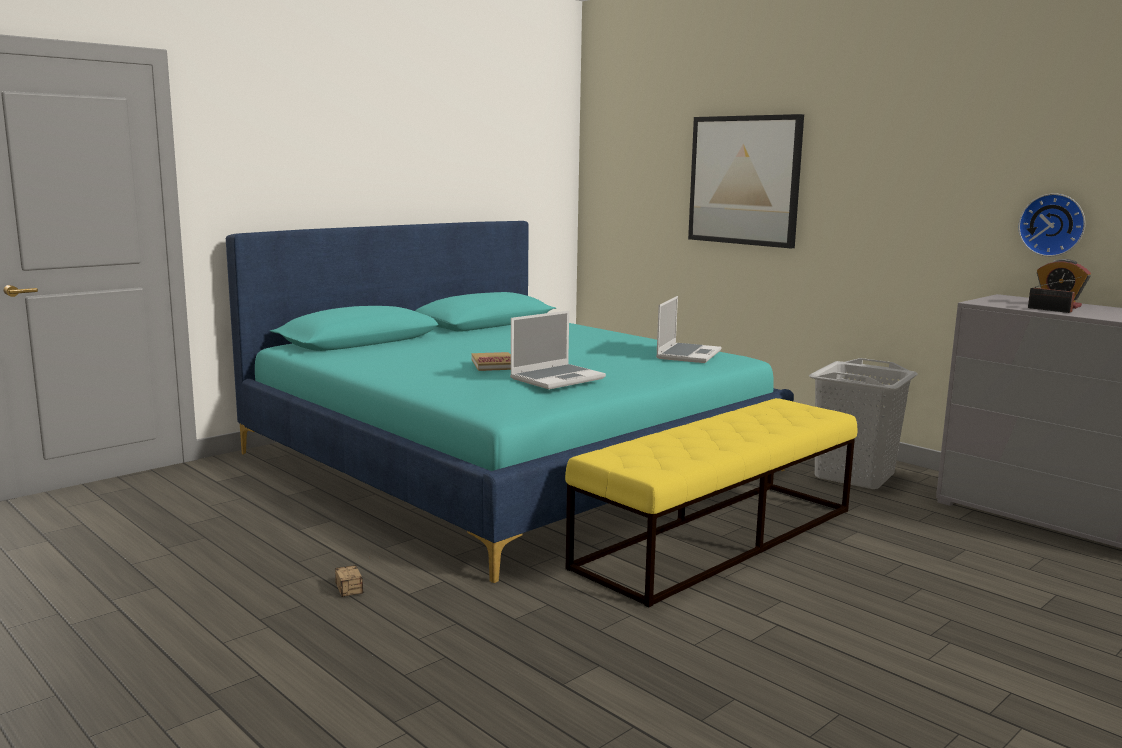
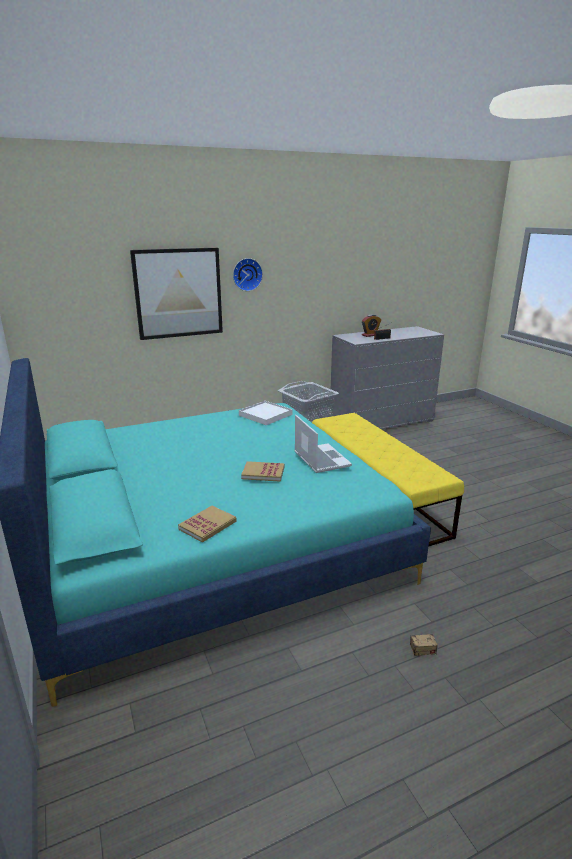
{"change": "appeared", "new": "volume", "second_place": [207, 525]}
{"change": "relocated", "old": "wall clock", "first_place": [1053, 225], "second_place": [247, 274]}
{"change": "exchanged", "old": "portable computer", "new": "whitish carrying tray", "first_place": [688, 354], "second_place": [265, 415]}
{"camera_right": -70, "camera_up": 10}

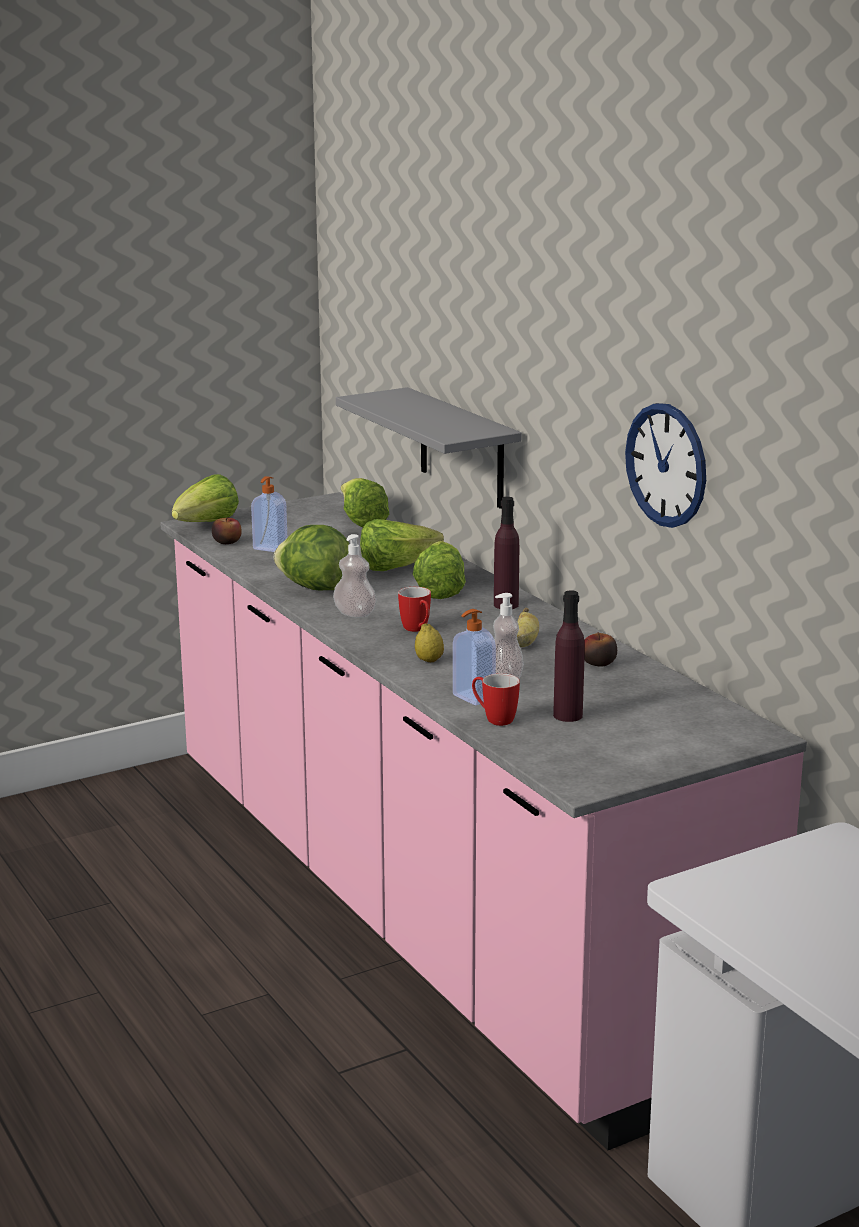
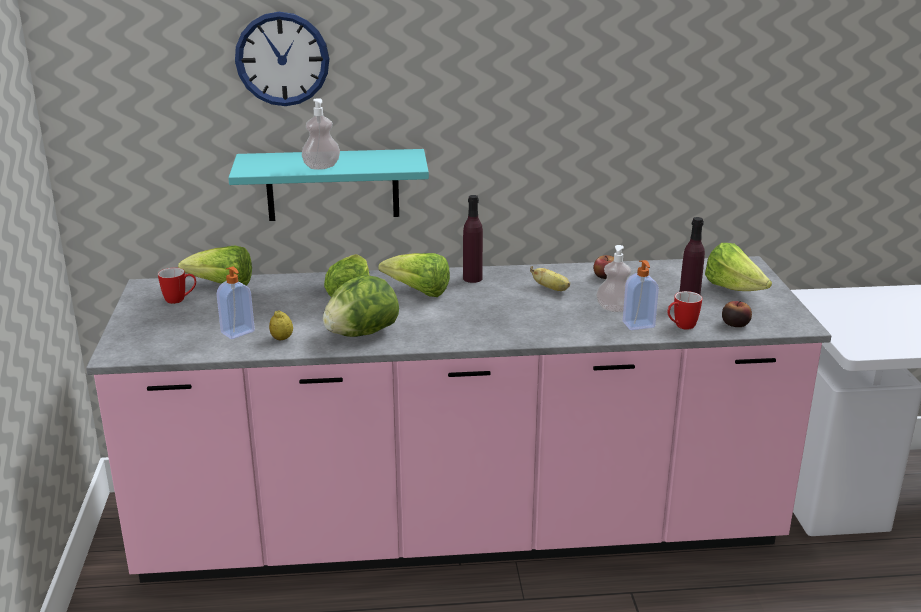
{"change": "relocated", "old": "lettuce", "first_place": [206, 525], "second_place": [734, 289]}
{"change": "relocated", "old": "apple fruit", "first_place": [227, 542], "second_place": [735, 324]}
{"change": "relocated", "old": "soap bottle", "first_place": [355, 614], "second_place": [321, 167]}
{"change": "relocated", "old": "coffee mug", "first_place": [417, 630], "second_place": [180, 300]}
{"change": "relocated", "old": "citrus fruit", "first_place": [429, 660], "second_place": [282, 339]}
{"change": "relocated", "old": "wall clock", "first_place": [666, 465], "second_place": [282, 59]}
{"change": "colour", "old": "grey shelf", "new": "blue-green shelf", "first_place": [462, 449], "second_place": [332, 185]}
{"camera_right": -65, "camera_up": 5}

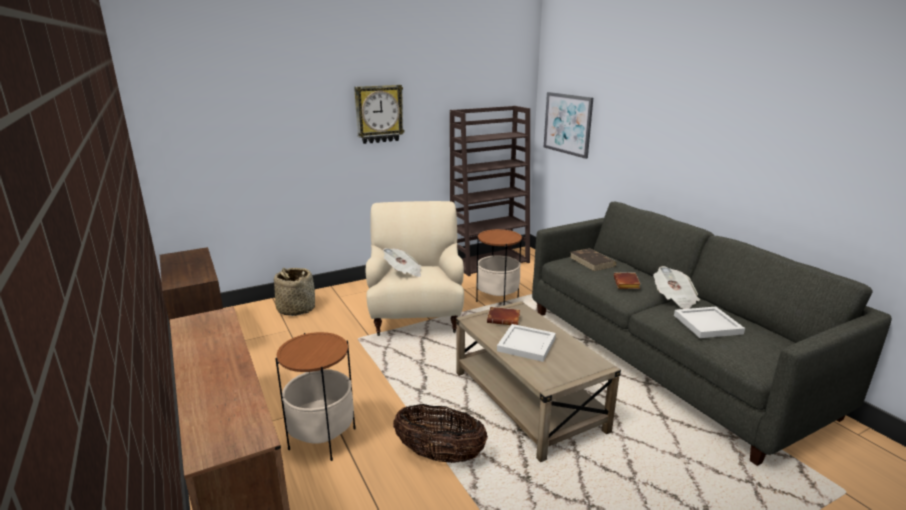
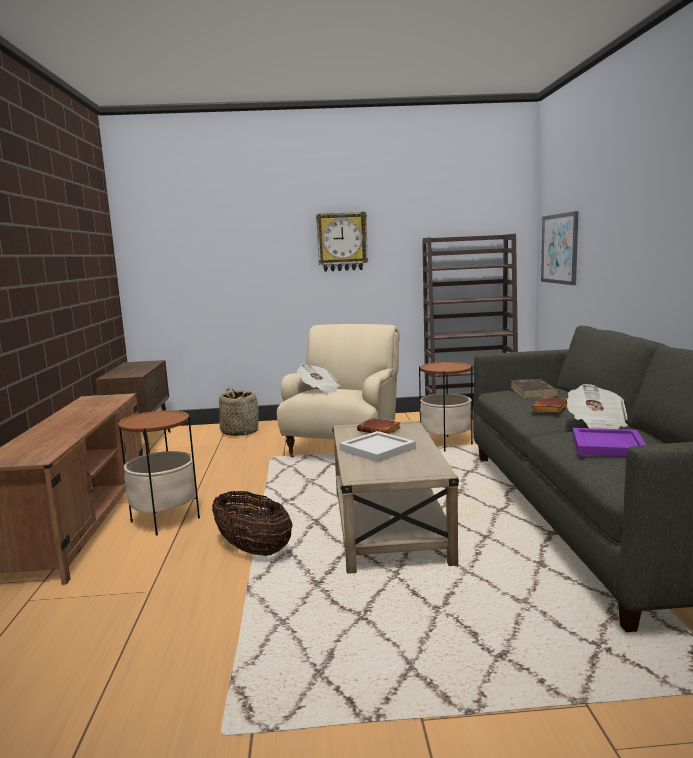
{"change": "colour", "old": "whitish carrying tray", "new": "purple carrying tray", "first_place": [707, 324], "second_place": [609, 445]}
{"camera_right": 25, "camera_up": -10}

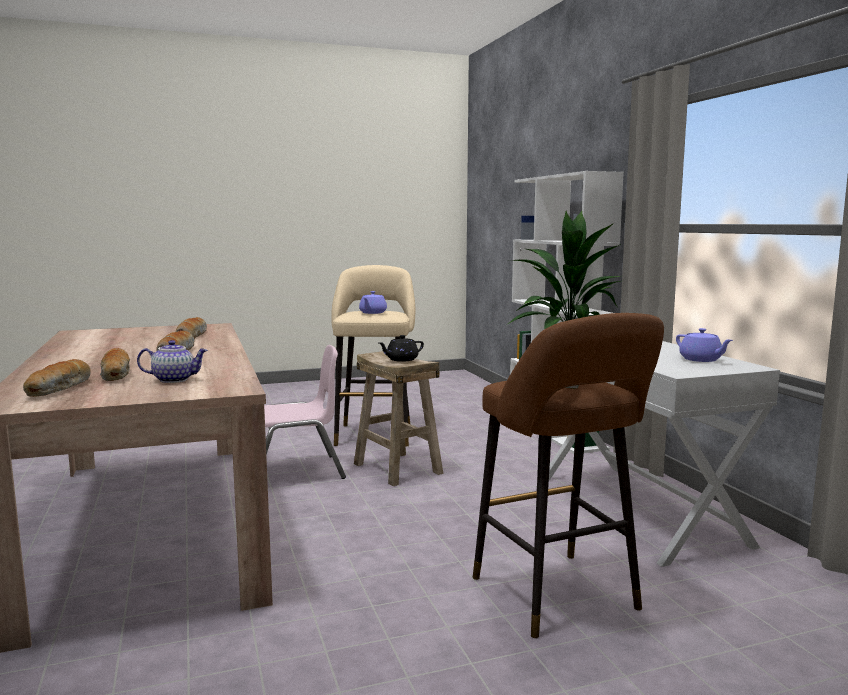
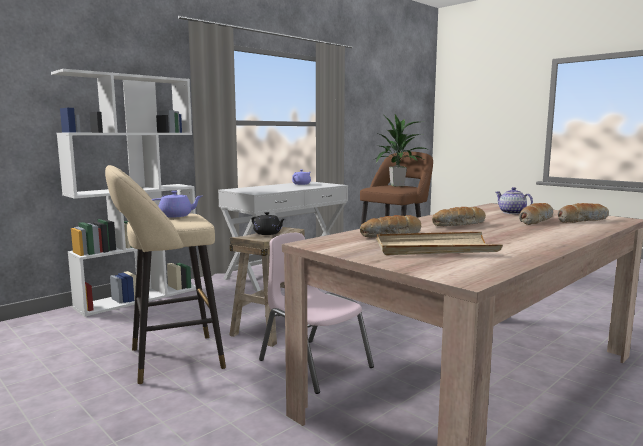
{"change": "appeared", "new": "beige carrying tray", "second_place": [434, 248]}
{"camera_right": -115, "camera_up": 0}

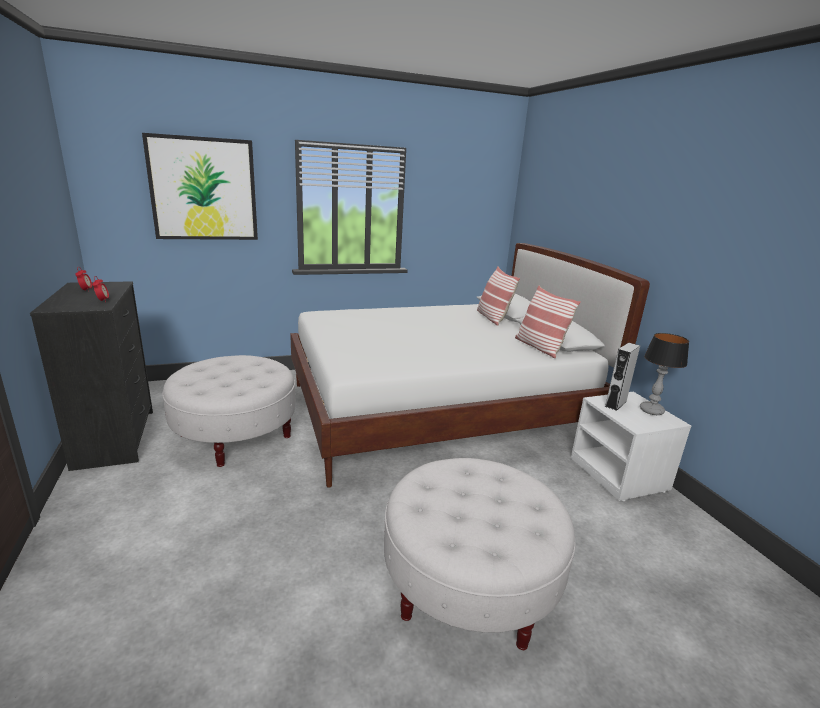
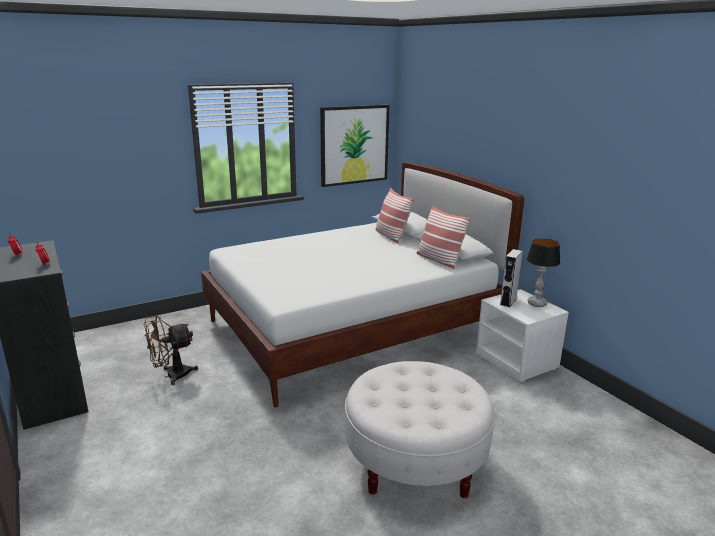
{"change": "relocated", "old": "wall picture", "first_place": [204, 189], "second_place": [354, 145]}
{"change": "exchanged", "old": "whitish ottoman", "new": "brown cooling fan", "first_place": [235, 436], "second_place": [171, 375]}
{"camera_right": -10, "camera_up": 0}

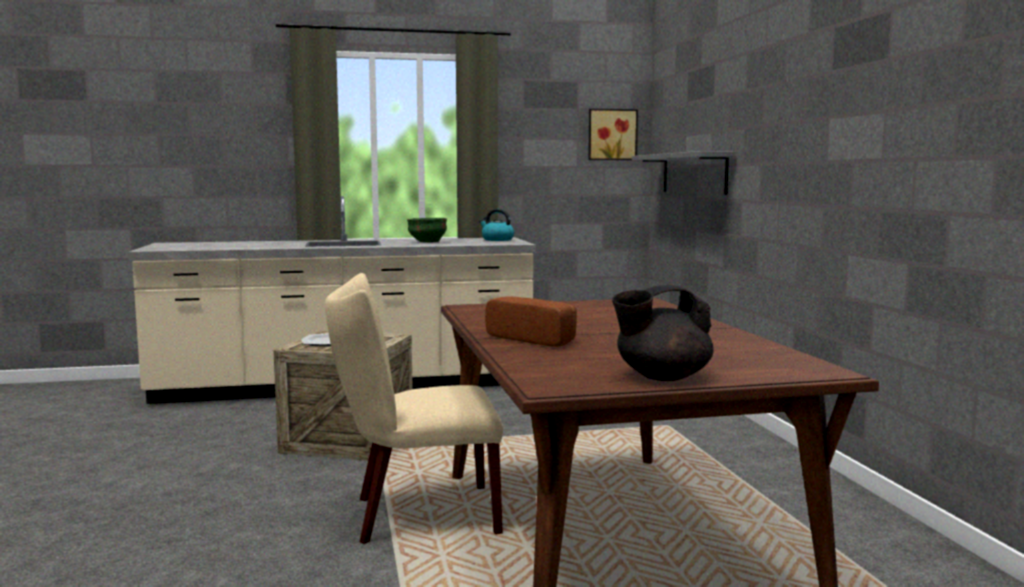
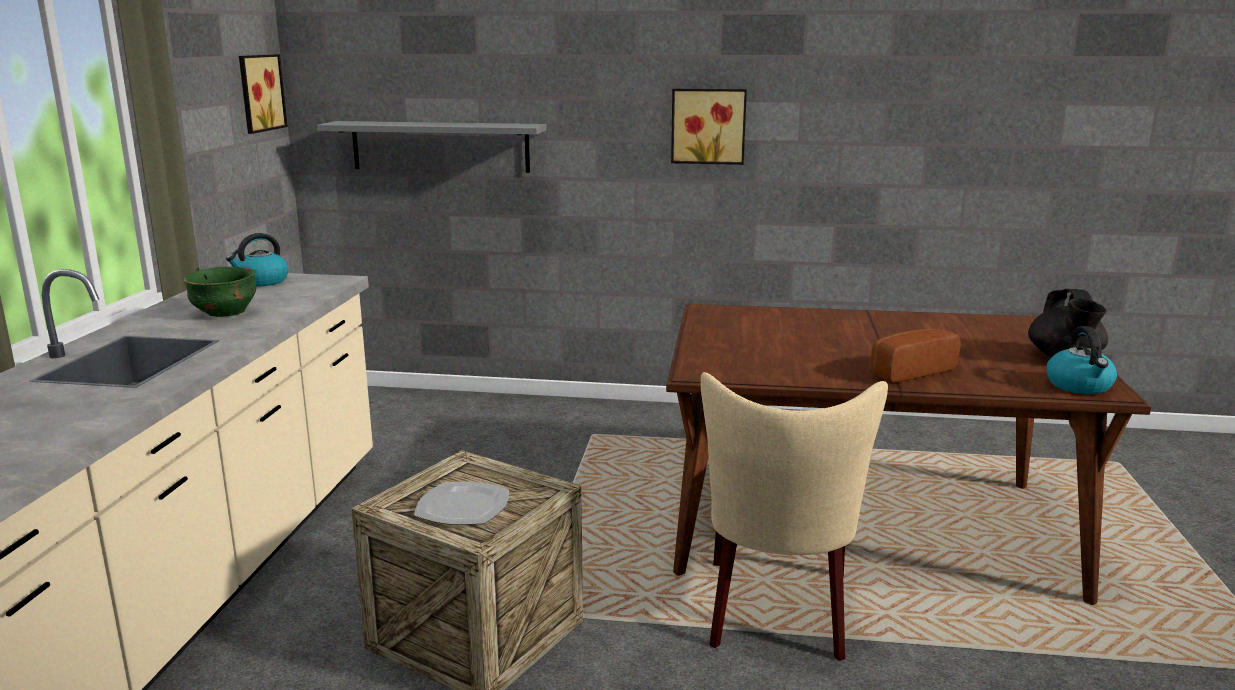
{"change": "appeared", "new": "wall picture", "second_place": [708, 126]}
{"change": "appeared", "new": "water kettle", "second_place": [1079, 386]}
{"camera_right": -70, "camera_up": 10}

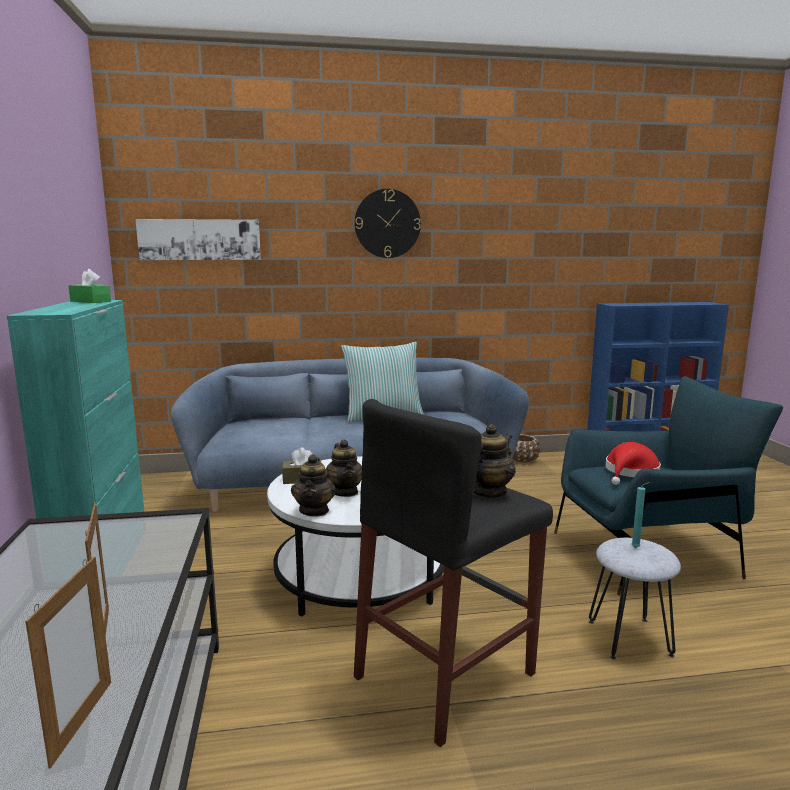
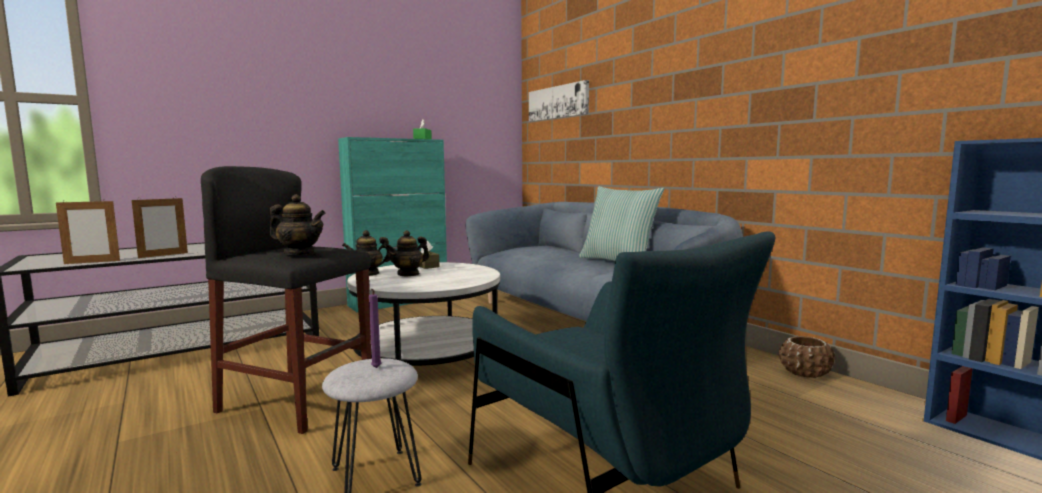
{"change": "missing", "old": "wall clock", "first_place": [387, 223]}
{"change": "missing", "old": "red wearable hat", "first_place": [630, 472]}
{"change": "colour", "old": "blue-green wax light", "new": "purple wax light", "first_place": [637, 548], "second_place": [376, 368]}
{"camera_right": 65, "camera_up": -5}

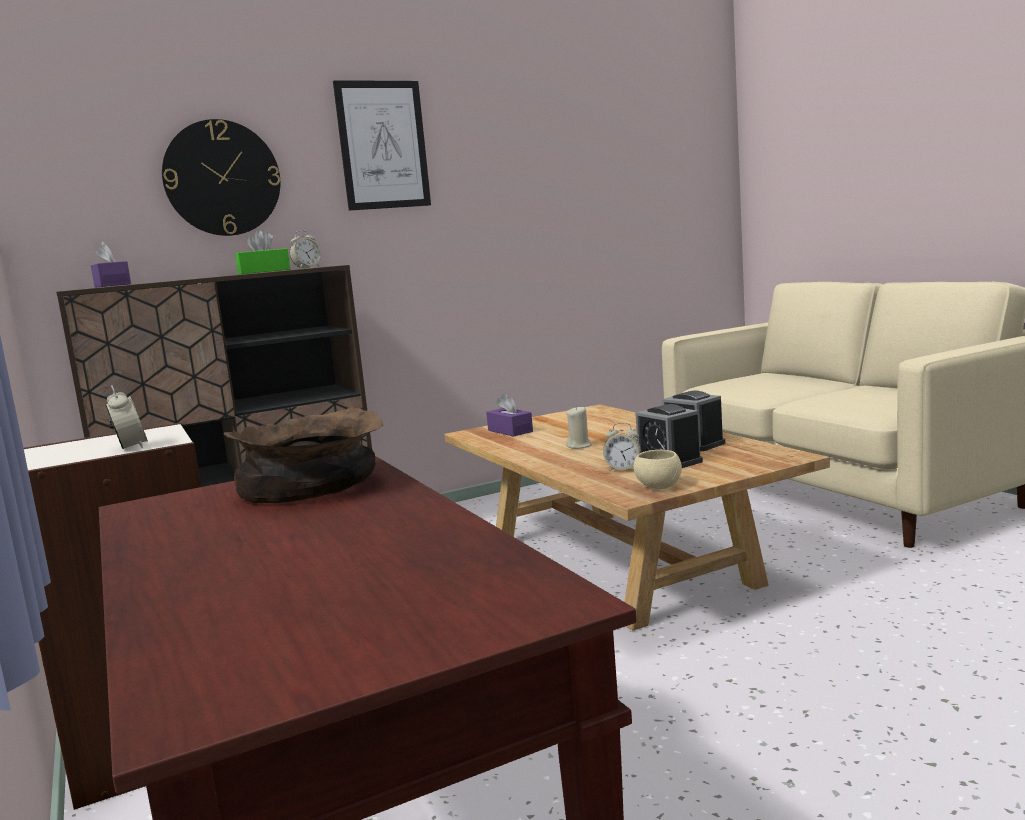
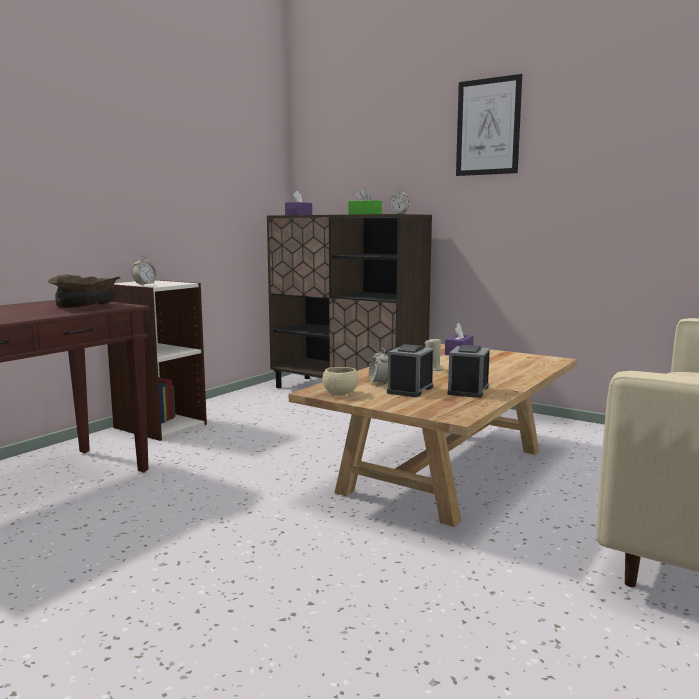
{"change": "missing", "old": "wall clock", "first_place": [222, 178]}
{"camera_right": 60, "camera_up": 0}

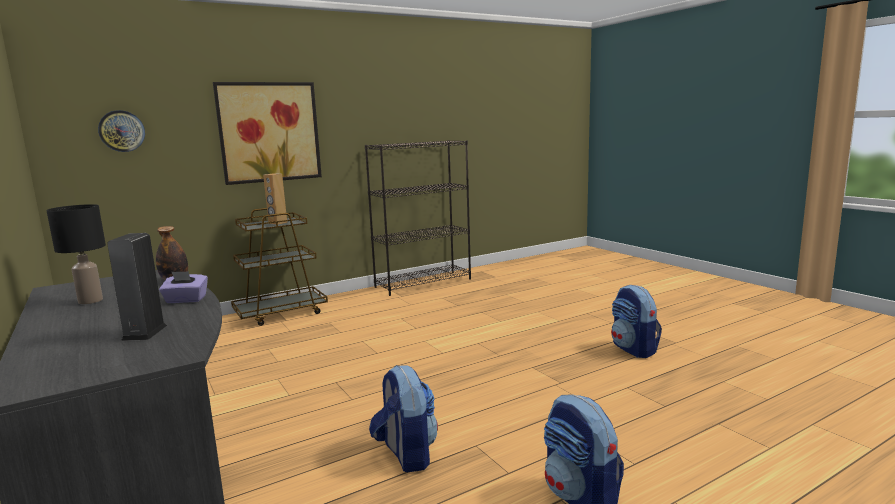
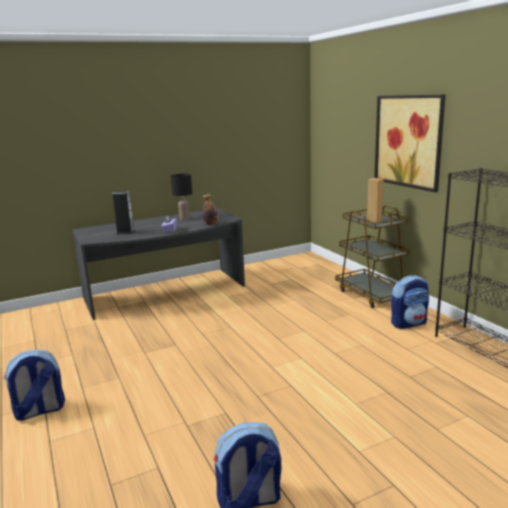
{"change": "missing", "old": "wall clock", "first_place": [122, 131]}
{"change": "relocated", "old": "rucksack", "first_place": [406, 454], "second_place": [409, 323]}
{"camera_right": 95, "camera_up": 5}

